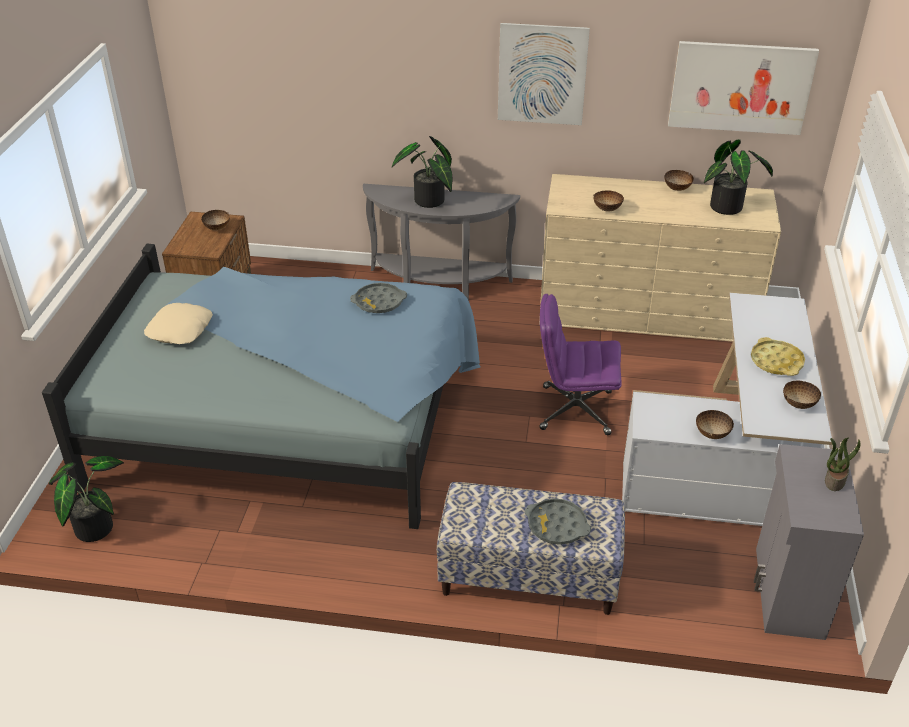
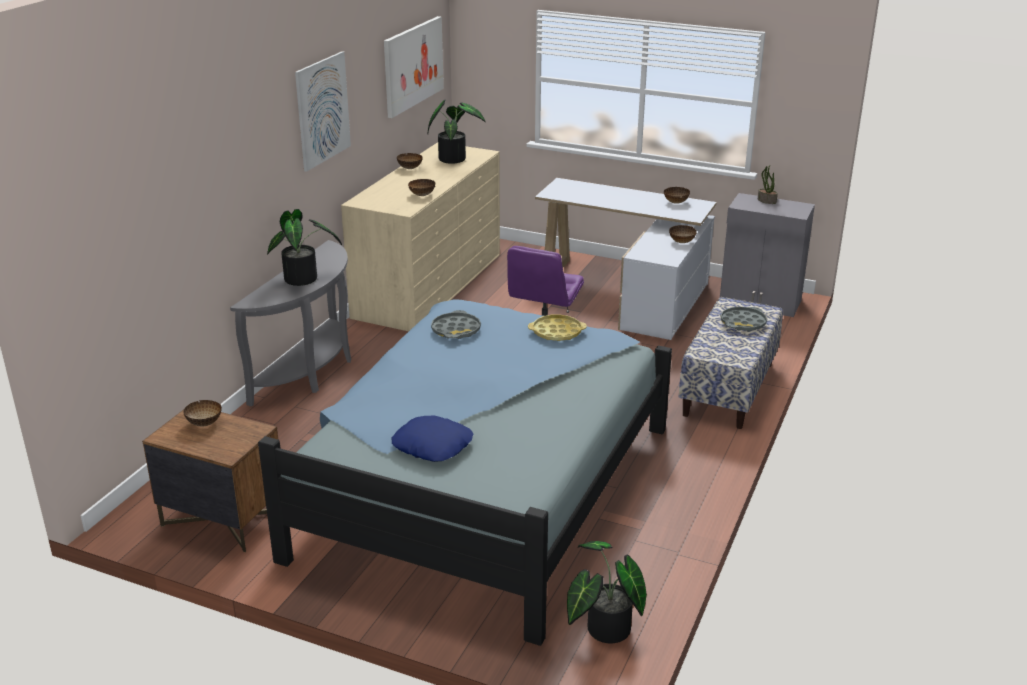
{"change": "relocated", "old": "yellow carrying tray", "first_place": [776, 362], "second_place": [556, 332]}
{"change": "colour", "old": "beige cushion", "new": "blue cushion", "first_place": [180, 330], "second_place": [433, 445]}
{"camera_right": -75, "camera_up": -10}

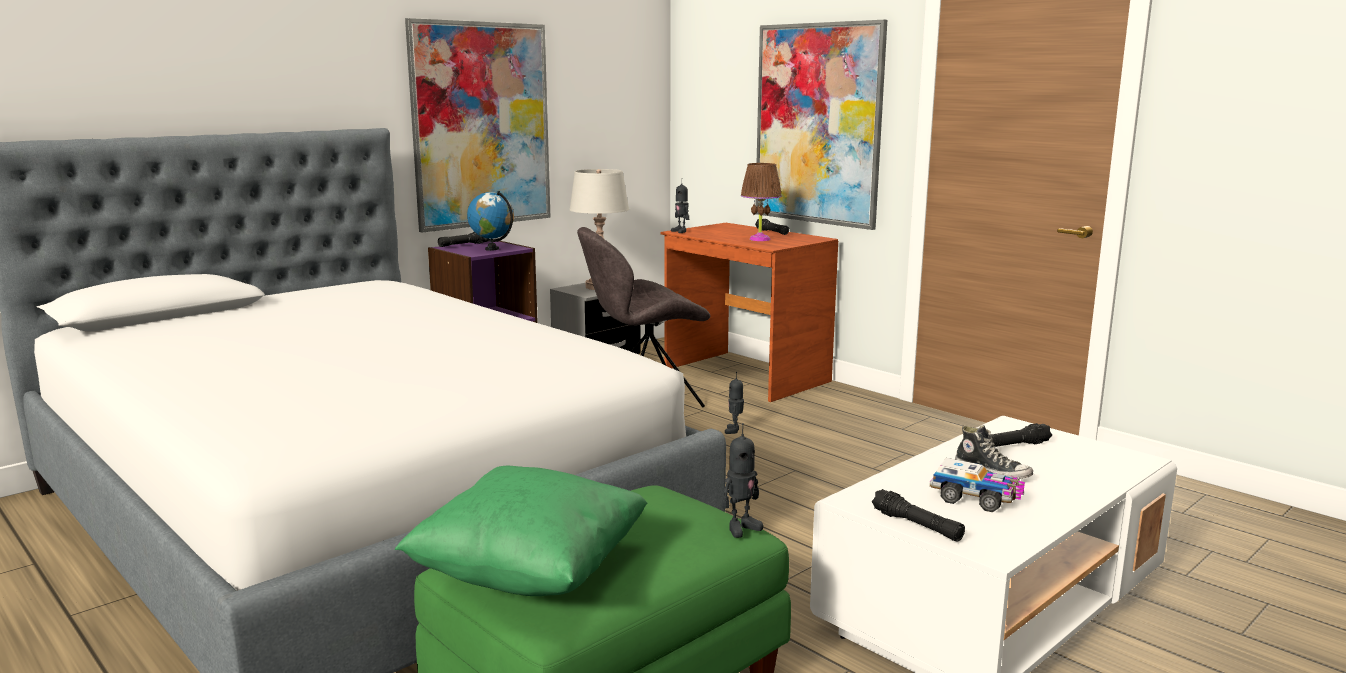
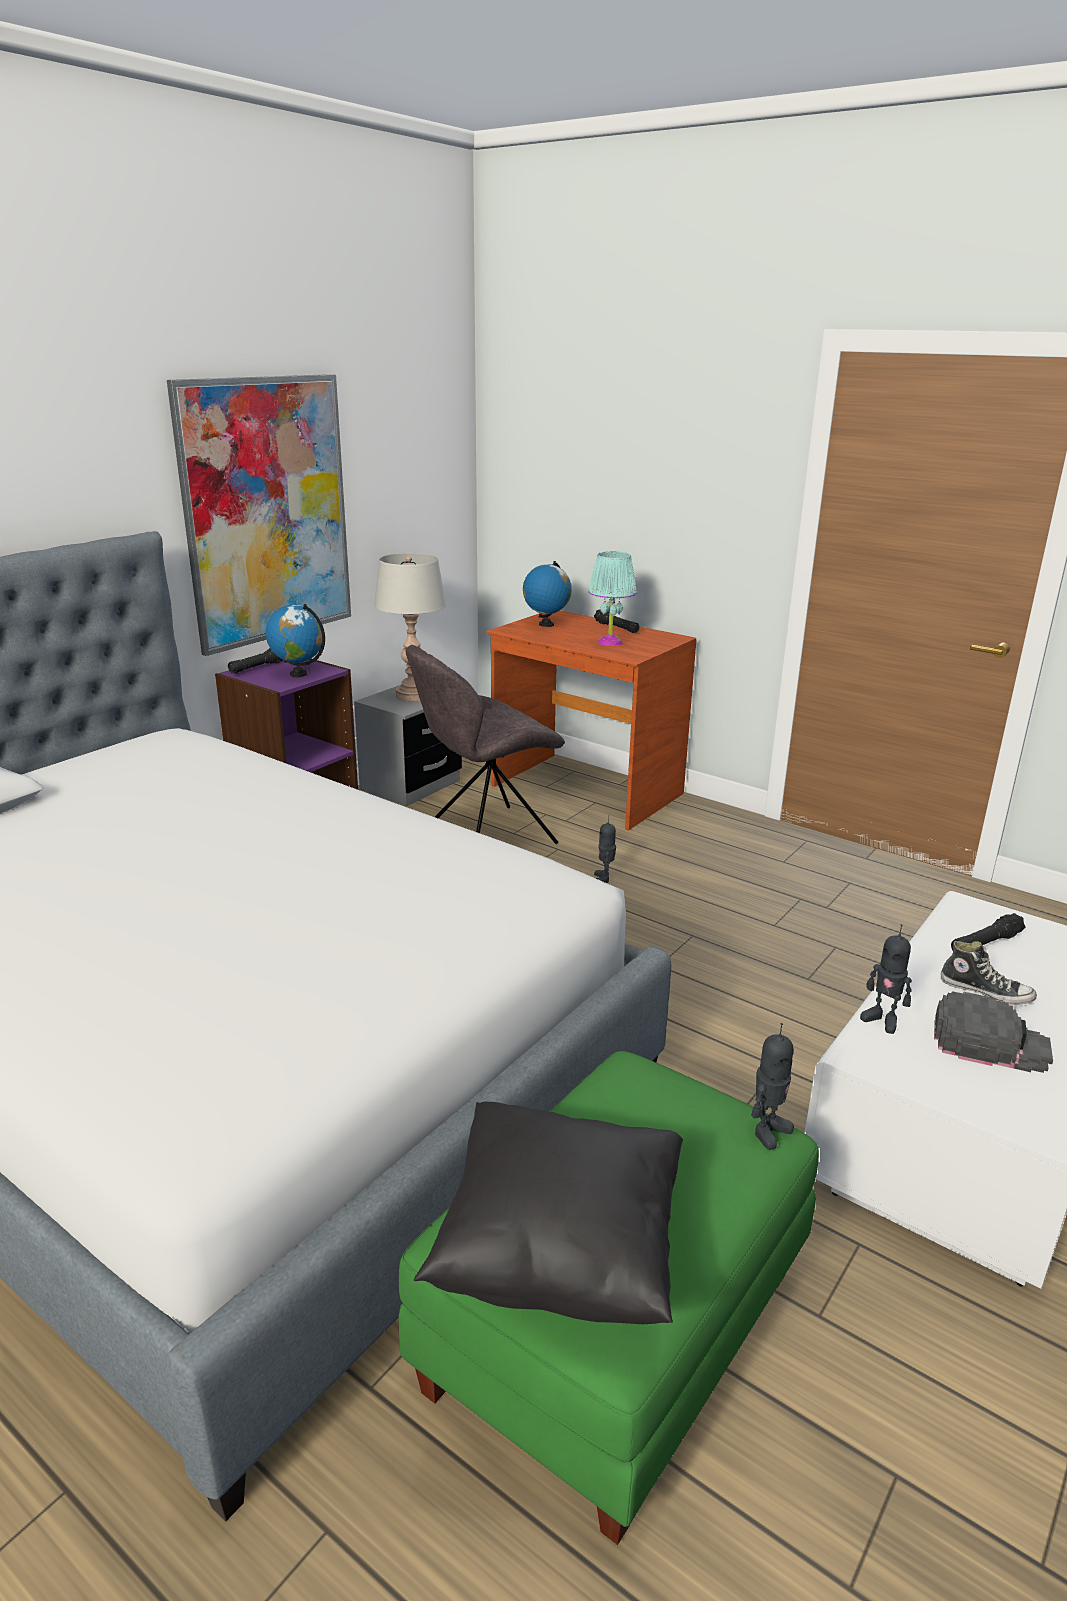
{"change": "missing", "old": "wall picture", "first_place": [817, 124]}
{"change": "missing", "old": "blackish hand torch", "first_place": [917, 525]}
{"change": "appeared", "new": "world globe", "second_place": [546, 624]}
{"change": "relocated", "old": "toy robot", "first_place": [680, 231], "second_place": [882, 1020]}
{"change": "exchanged", "old": "toy lorry", "new": "blackish baseball cap", "first_place": [976, 499], "second_place": [989, 1042]}
{"change": "colour", "old": "green-coloured cushion", "new": "blackish cushion", "first_place": [531, 573], "second_place": [559, 1252]}
{"change": "colour", "old": "brown table lamp", "new": "blue-green table lamp", "first_place": [760, 239], "second_place": [610, 642]}
{"camera_right": -10, "camera_up": 10}

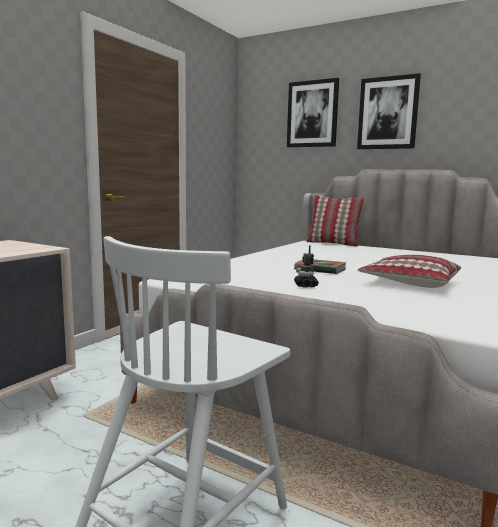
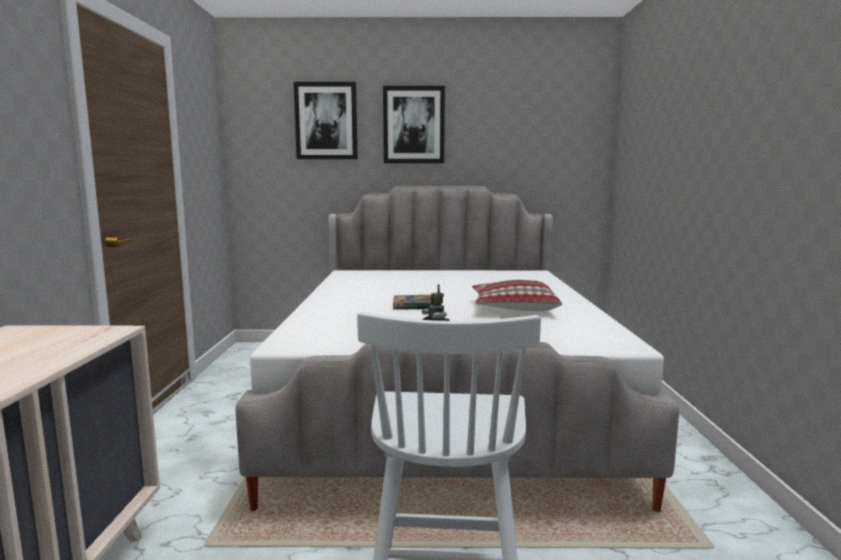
{"change": "missing", "old": "cushion", "first_place": [333, 243]}
{"camera_right": -30, "camera_up": 0}

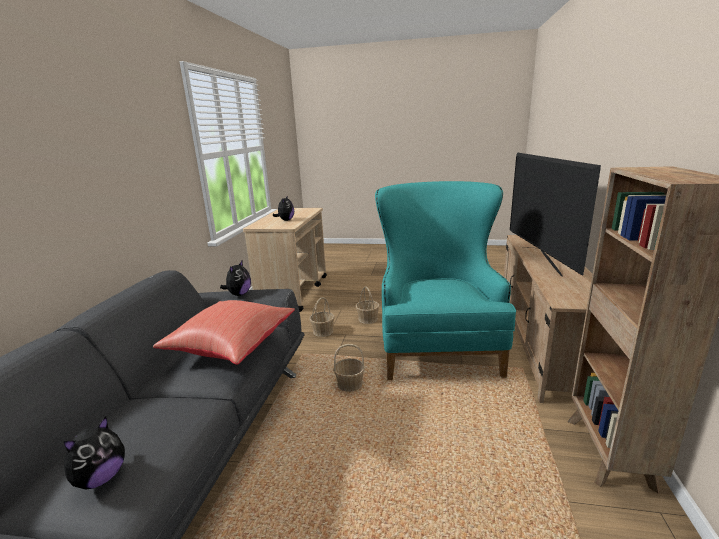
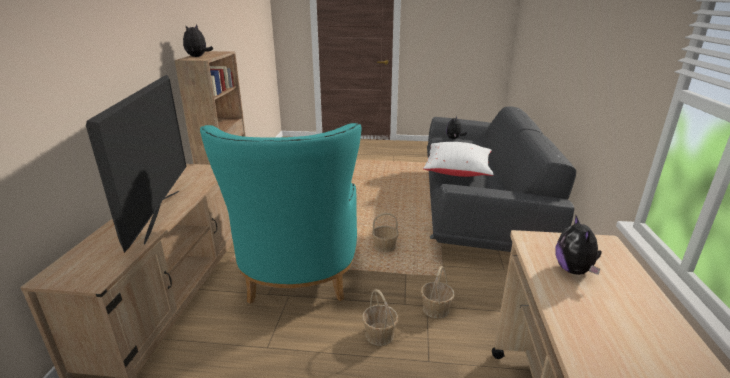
{"change": "relocated", "old": "plush toy", "first_place": [239, 294], "second_place": [198, 57]}
{"change": "colour", "old": "red cushion", "new": "whitish cushion", "first_place": [231, 346], "second_place": [458, 172]}
{"camera_right": 175, "camera_up": 5}

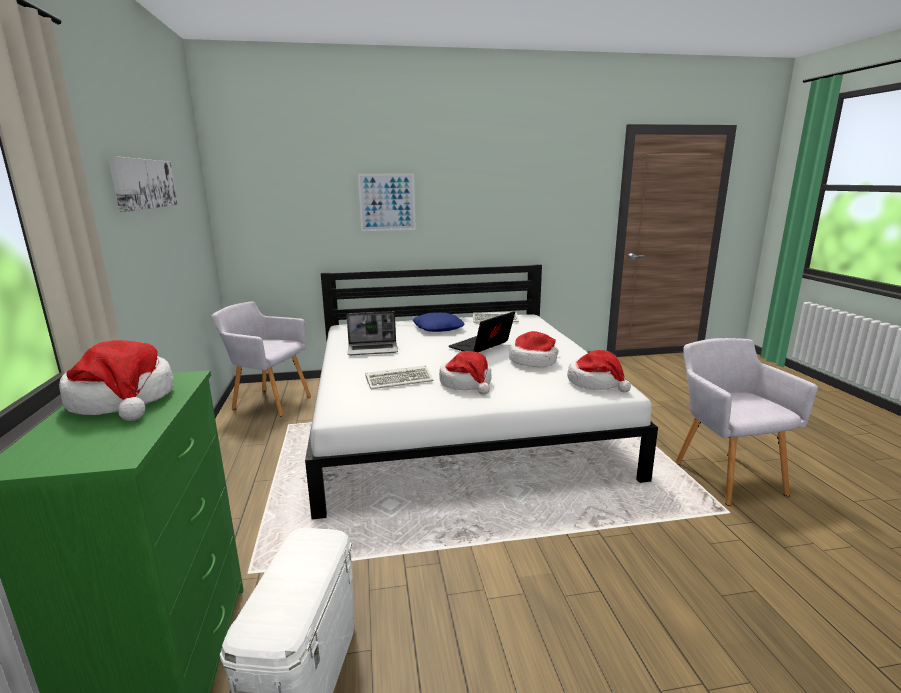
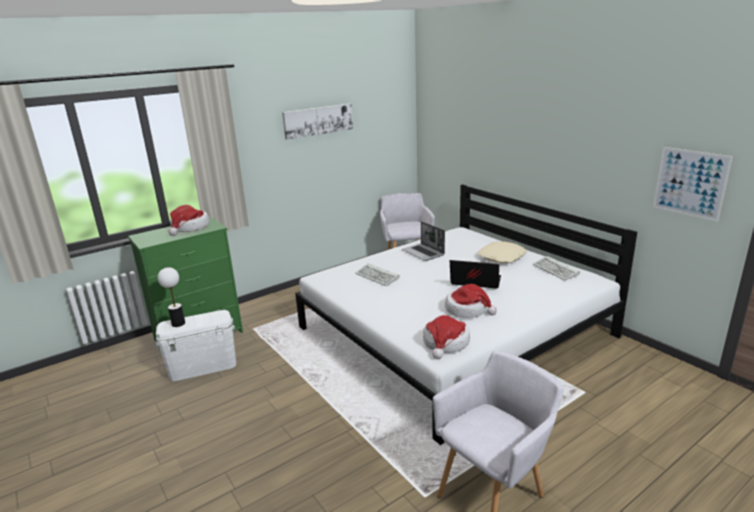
{"change": "missing", "old": "wearable hat", "first_place": [466, 383]}
{"change": "appeared", "new": "table lamp", "second_place": [178, 323]}
{"change": "relocated", "old": "wall picture", "first_place": [387, 202], "second_place": [690, 183]}
{"change": "colour", "old": "blue cushion", "new": "beige cushion", "first_place": [438, 328], "second_place": [502, 257]}
{"camera_right": 65, "camera_up": 5}

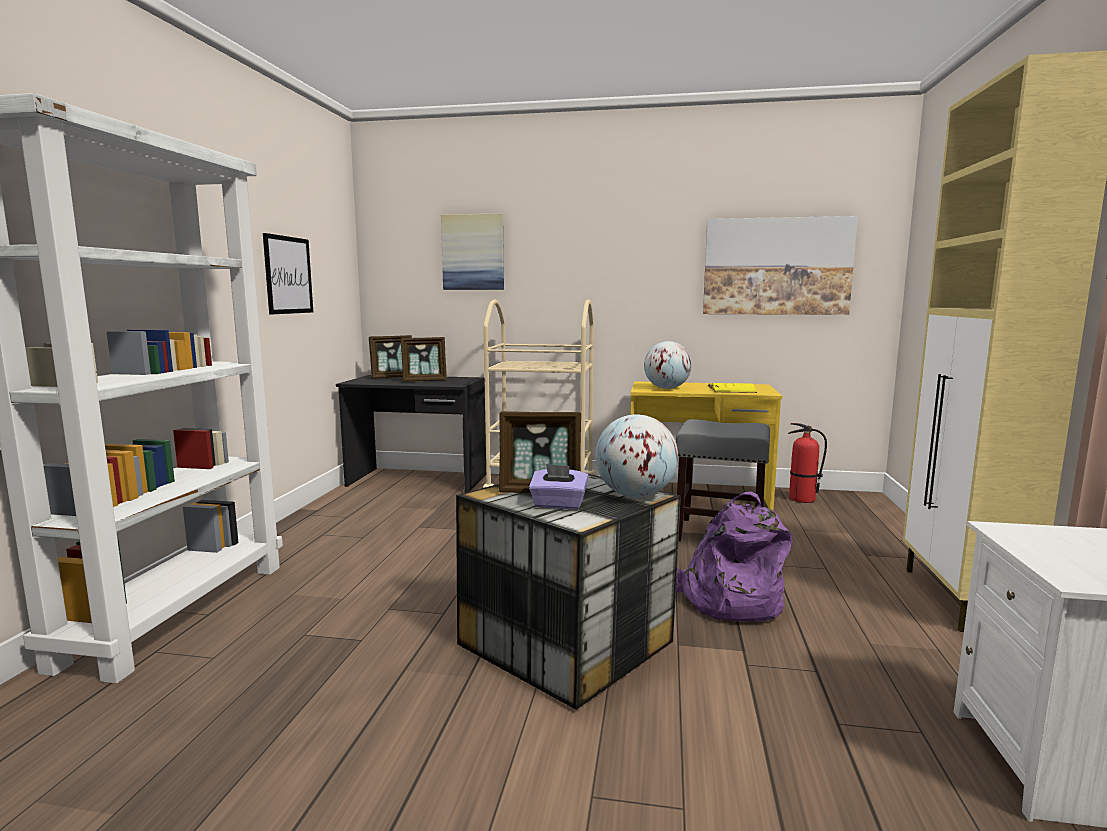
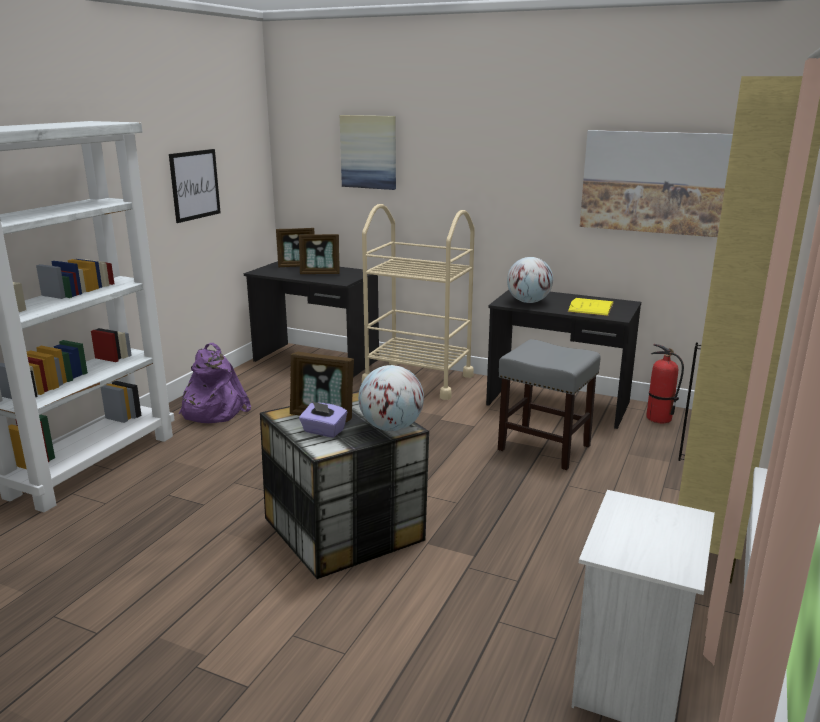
{"change": "relocated", "old": "purple rucksack", "first_place": [729, 601], "second_place": [212, 411]}
{"change": "colour", "old": "yellow desk table", "new": "blackish desk table", "first_place": [698, 496], "second_place": [558, 404]}
{"camera_right": 15, "camera_up": 10}

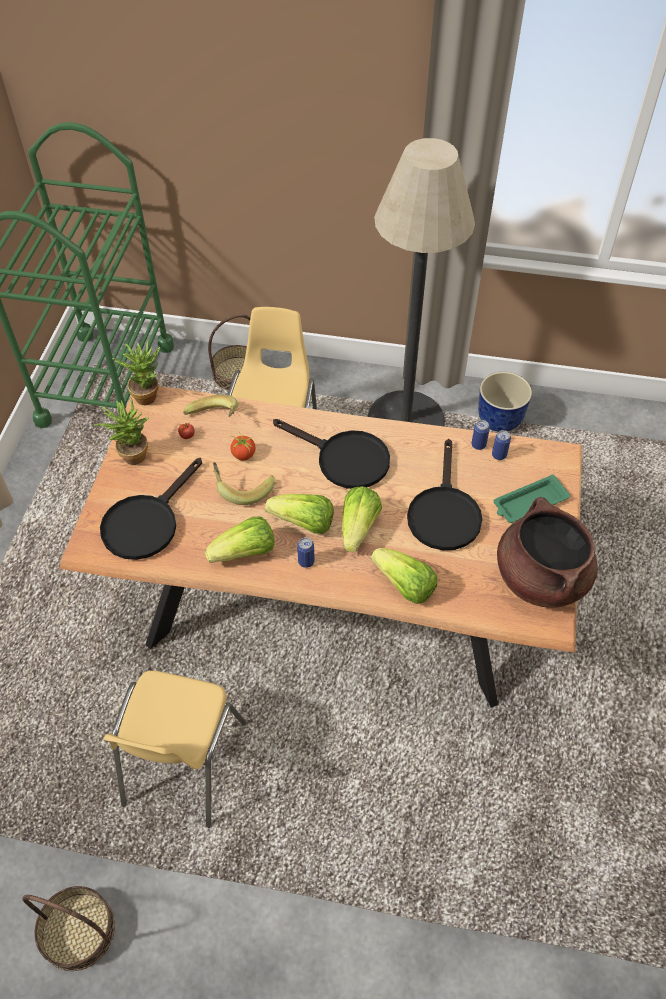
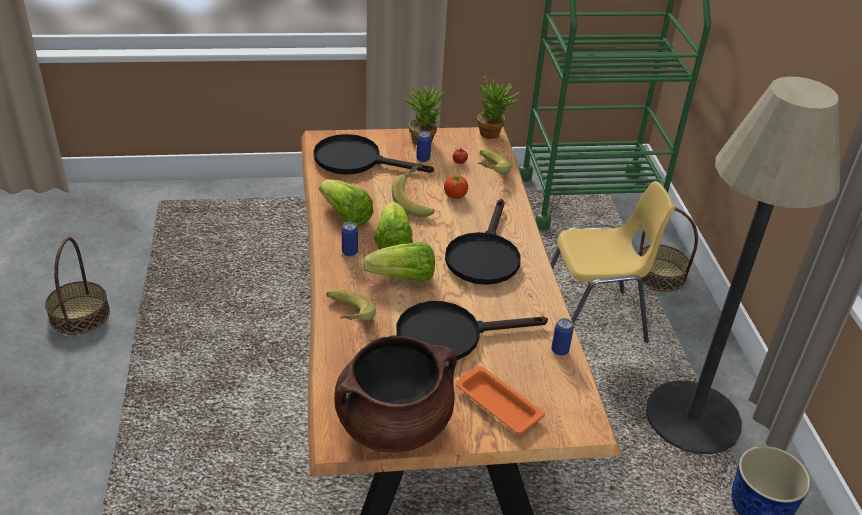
{"change": "missing", "old": "yellow plain chair", "first_place": [183, 764]}
{"change": "relocated", "old": "can", "first_place": [499, 455], "second_place": [423, 159]}
{"change": "exchanged", "old": "lettuce", "new": "banana", "first_place": [404, 585], "second_place": [345, 319]}
{"change": "colour", "old": "green-coloured carrying tray", "new": "orange-coloured carrying tray", "first_place": [529, 503], "second_place": [496, 403]}
{"camera_right": 70, "camera_up": -15}

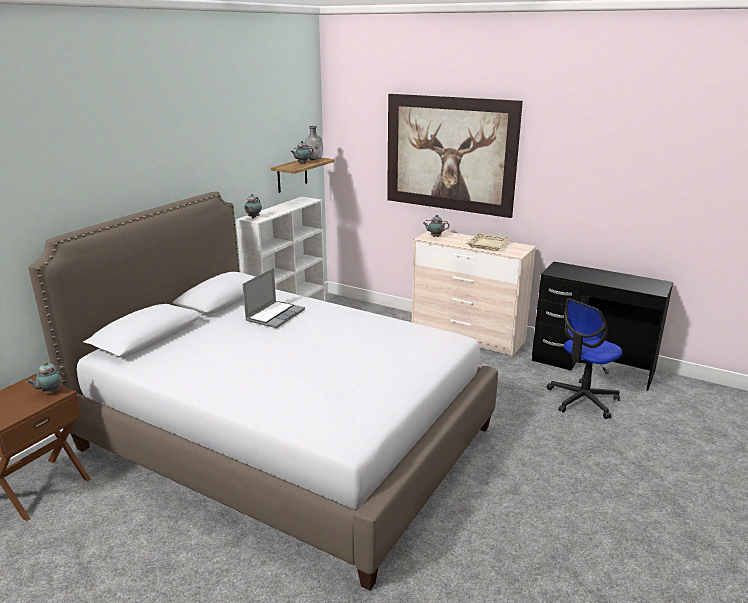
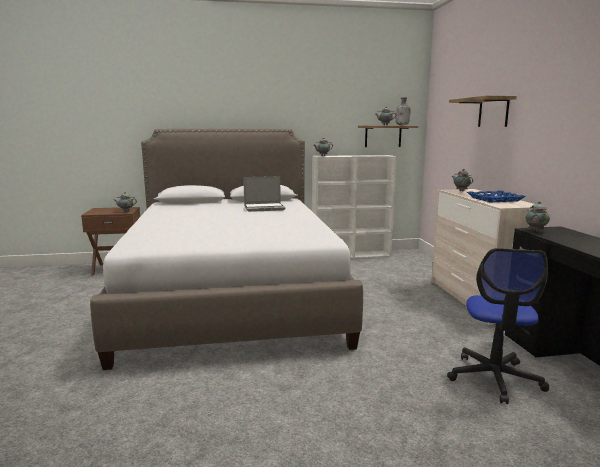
{"change": "appeared", "new": "teapot", "second_place": [535, 231]}
{"change": "exchanged", "old": "wall picture", "new": "shelf", "first_place": [450, 154], "second_place": [493, 112]}
{"change": "colour", "old": "beige carrying tray", "new": "blue carrying tray", "first_place": [488, 245], "second_place": [494, 199]}
{"change": "spun", "old": "office chair", "first_place": [582, 400], "second_place": [494, 378], "degrees": -90}
{"camera_right": 50, "camera_up": -10}

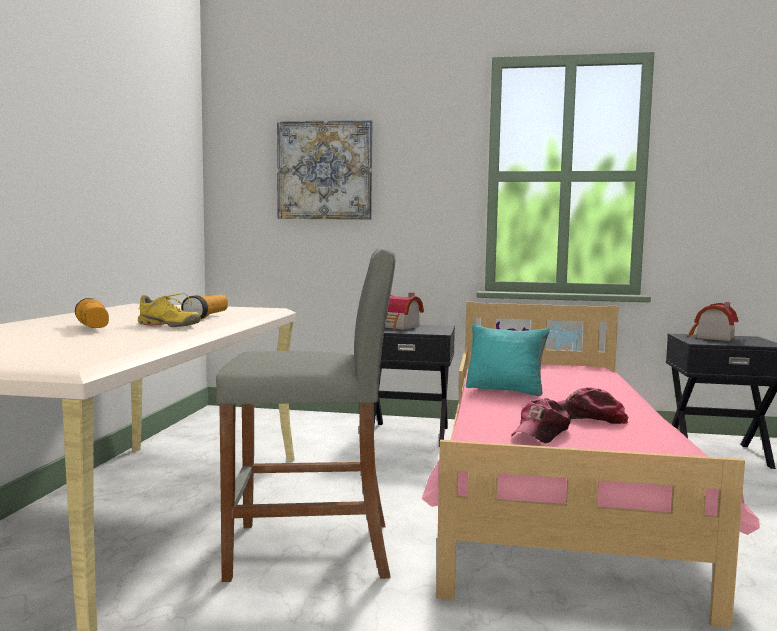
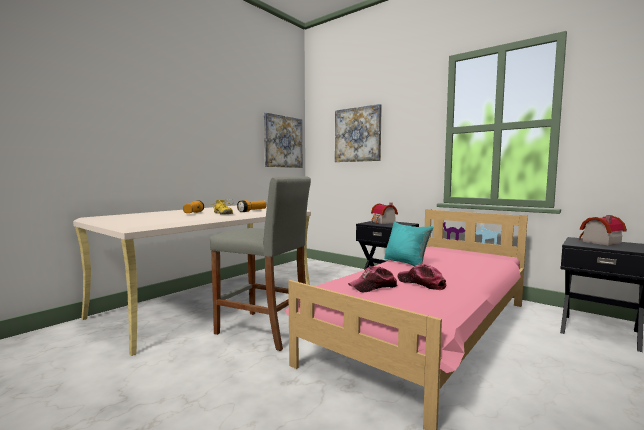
{"change": "appeared", "new": "wall picture", "second_place": [283, 142]}
{"camera_right": 30, "camera_up": 0}

